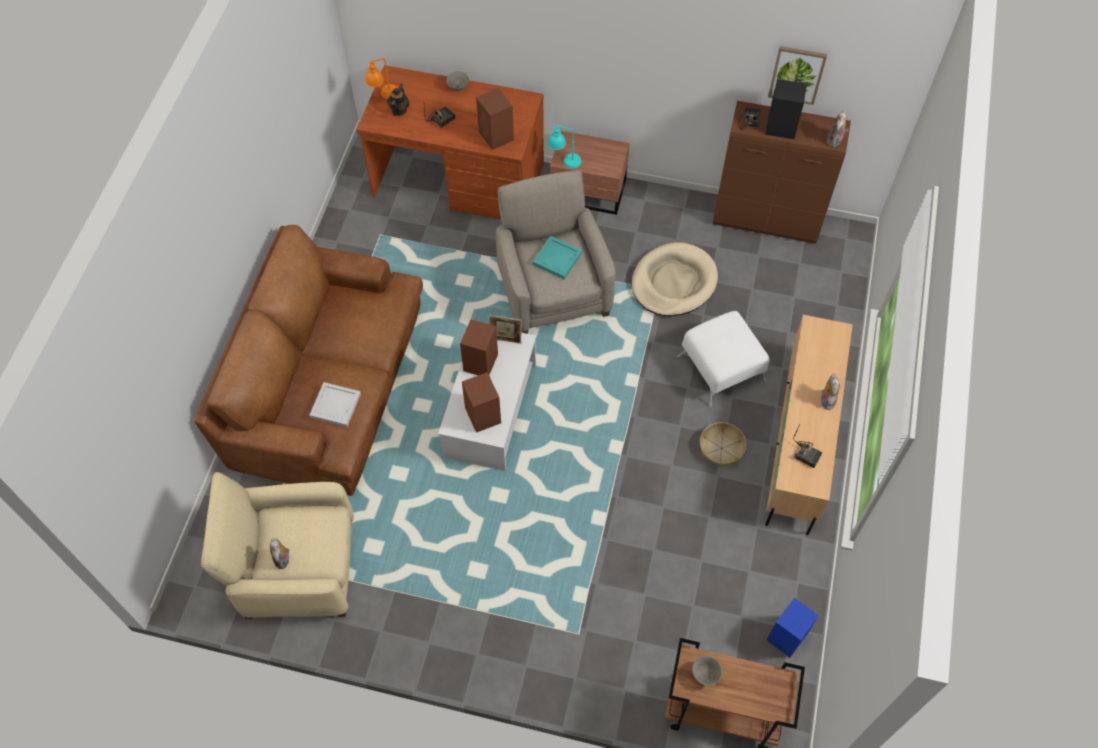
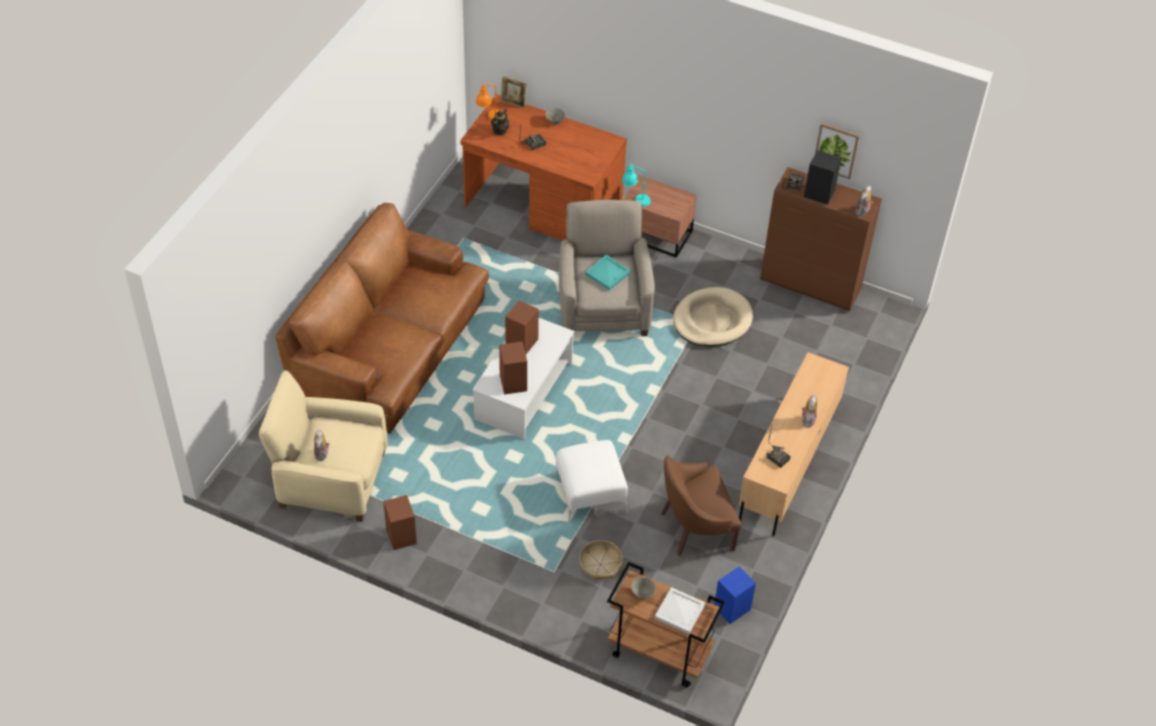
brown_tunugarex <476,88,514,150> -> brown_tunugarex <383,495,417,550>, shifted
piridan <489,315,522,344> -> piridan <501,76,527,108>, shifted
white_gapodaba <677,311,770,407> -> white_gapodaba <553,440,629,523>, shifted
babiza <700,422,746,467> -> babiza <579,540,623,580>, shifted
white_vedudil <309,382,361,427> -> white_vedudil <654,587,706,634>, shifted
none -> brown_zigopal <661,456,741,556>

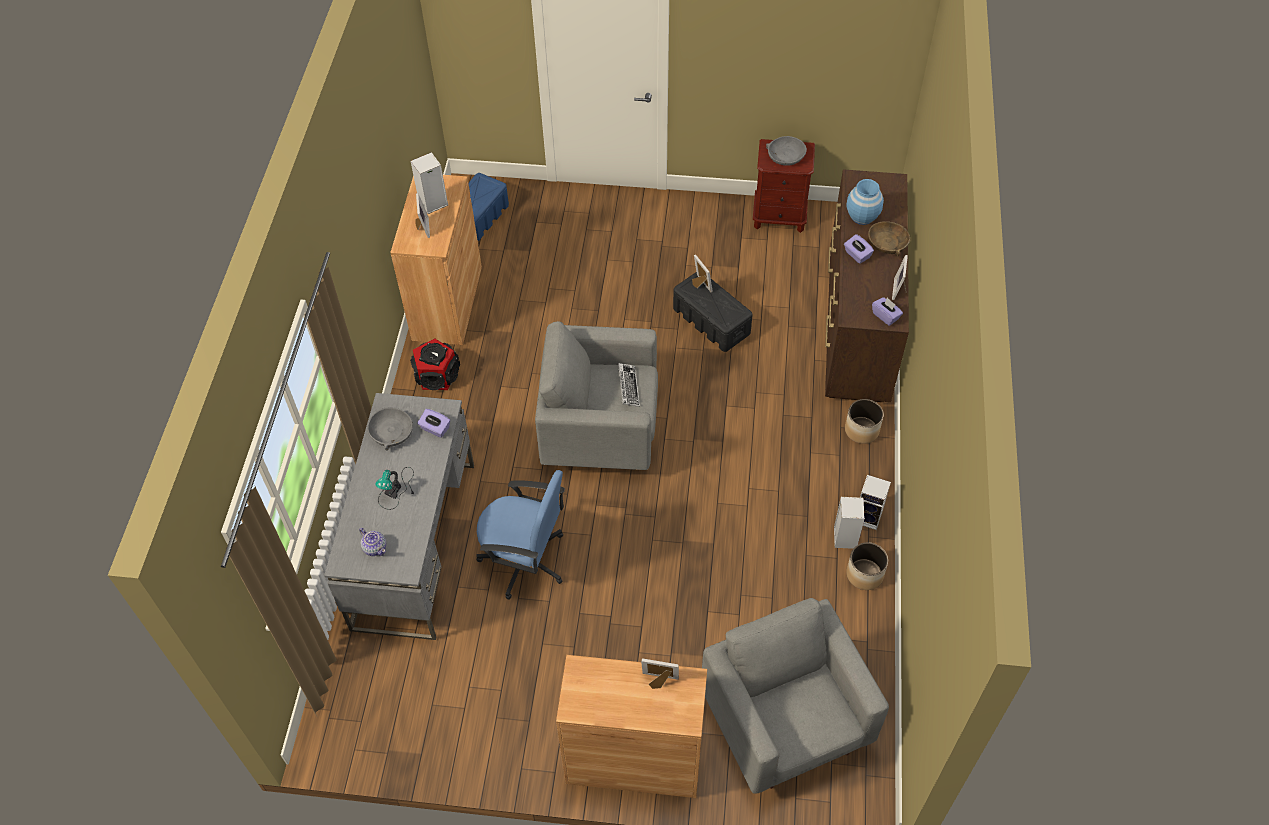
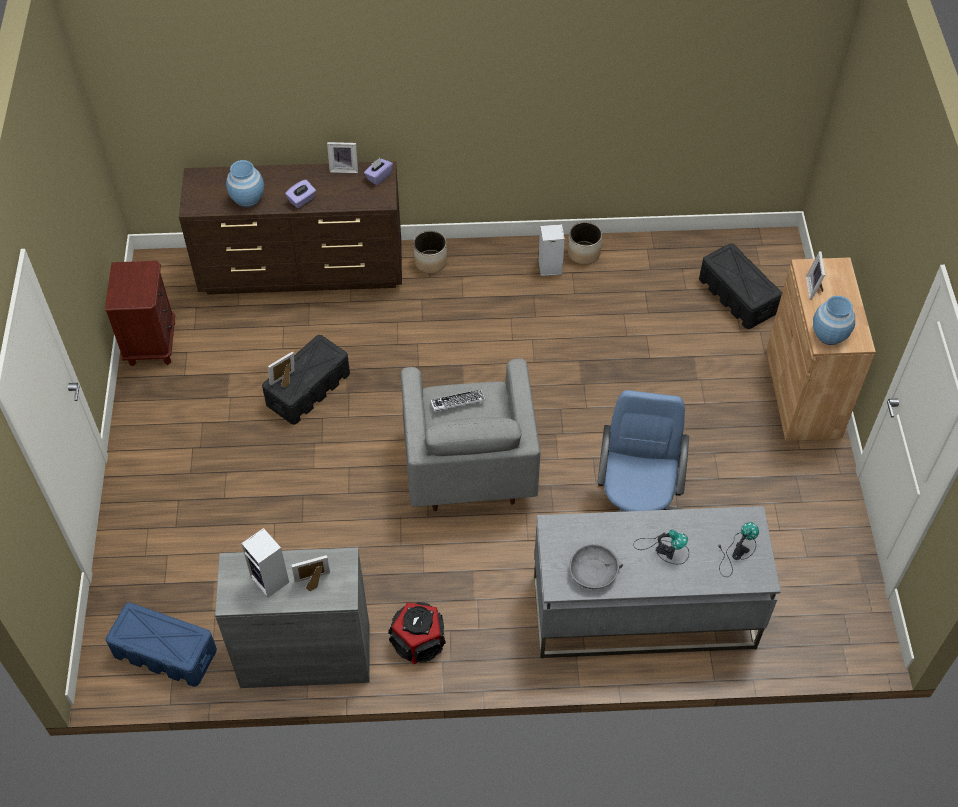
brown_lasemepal <390,175,482,345> -> grey_lasemepal <215,547,369,688>
grey_zigopal <702,598,889,794> -> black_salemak <699,244,782,329>
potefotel <359,528,386,556> -> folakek <718,522,759,577>
none -> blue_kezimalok <813,296,855,345>
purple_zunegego <417,409,450,438> -> none
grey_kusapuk <766,136,807,166> -> none
tunugarex <860,475,891,530> -> none
brown_kusapuk <868,221,910,257> -> none

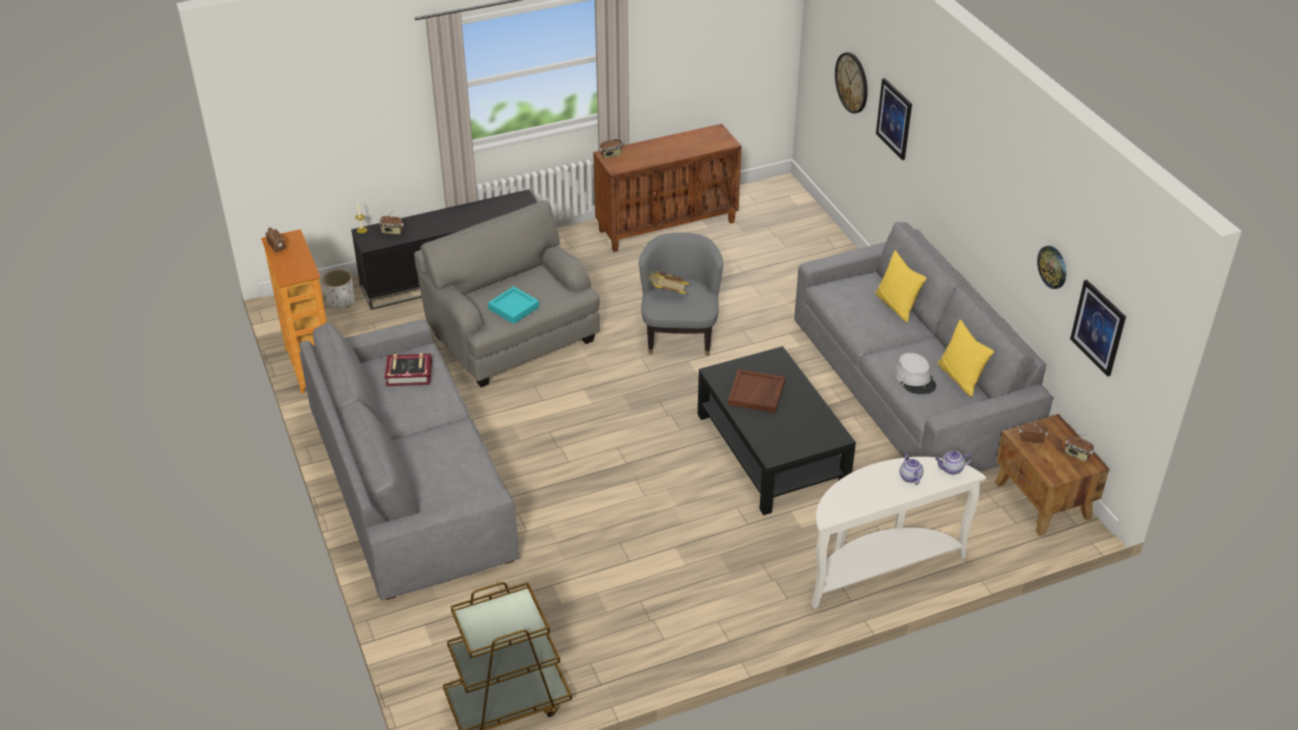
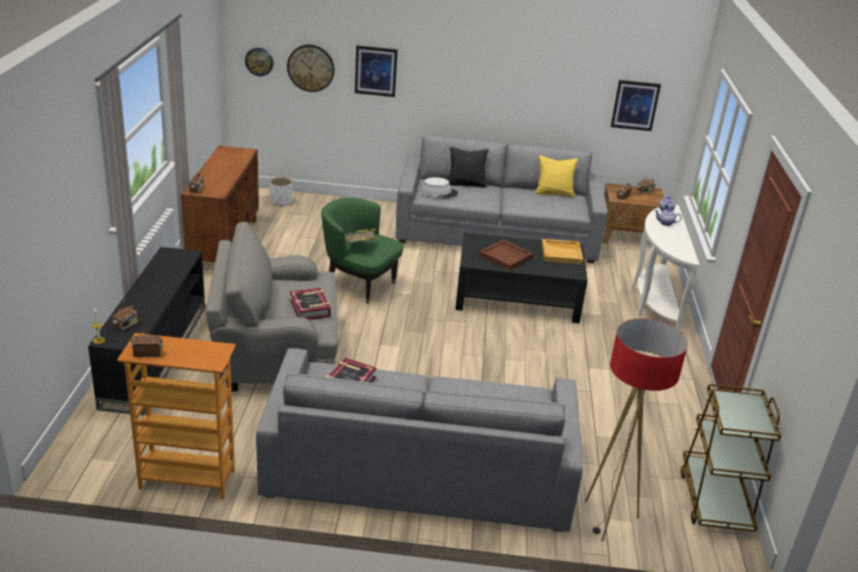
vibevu <1037,246,1066,289> -> vibevu <245,48,274,76>, shifted
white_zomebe <322,269,354,309> -> white_zomebe <270,177,292,207>, shifted
turquoise_vedudil <488,286,539,324> -> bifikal <290,288,331,320>
grey_zigopal <639,232,723,356> -> green_zigopal <321,197,403,304>
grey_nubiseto <894,353,936,394> -> grey_nubiseto <421,177,458,199>, shifted
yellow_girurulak <875,250,927,322> -> black_girurulak <448,147,489,188>
none -> beige_vedudil <542,239,583,264>
none -> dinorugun <585,318,688,541>

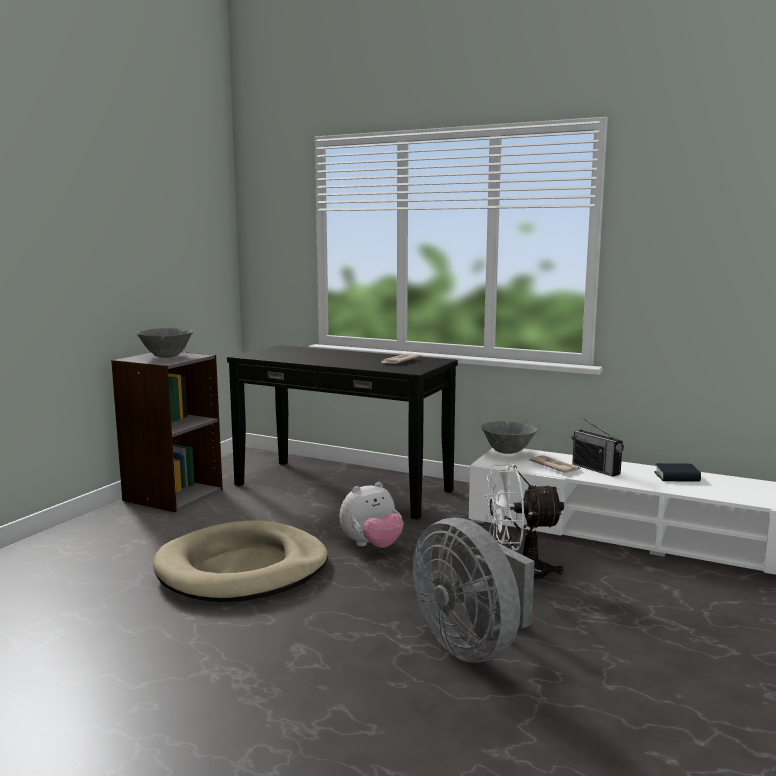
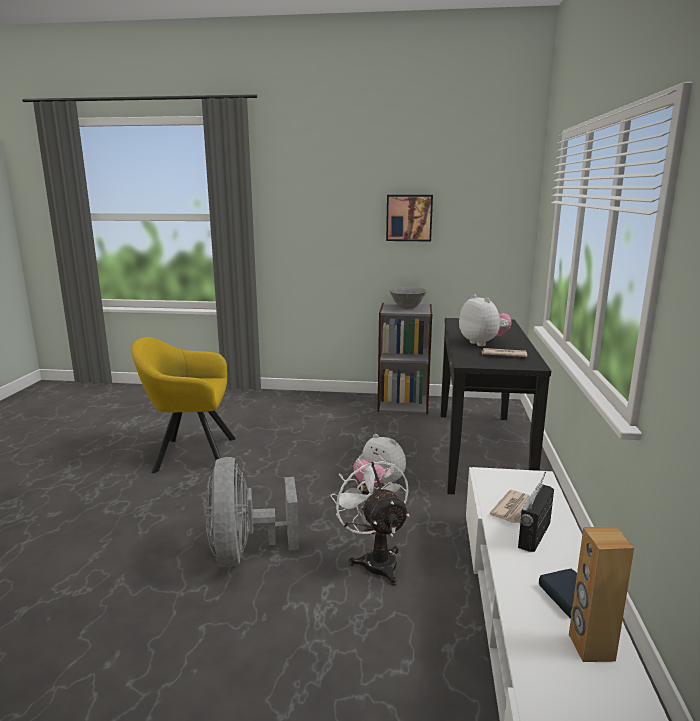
none -> yellow_zigopal <132,337,236,473>
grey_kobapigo <412,518,535,663> -> grey_kobapigo <204,457,299,567>, 45 degrees counterclockwise
none -> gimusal <386,195,433,241>
none -> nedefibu <459,294,511,346>
none -> brown_tunugarex <569,527,634,662>
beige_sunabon <153,521,328,602> -> none
grey_kusapuk <481,421,538,454> -> none

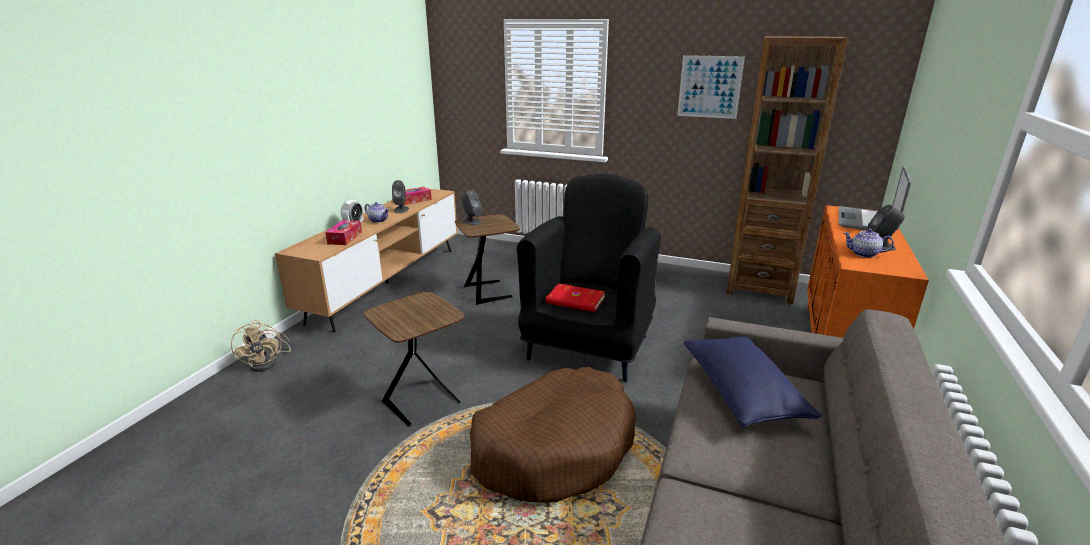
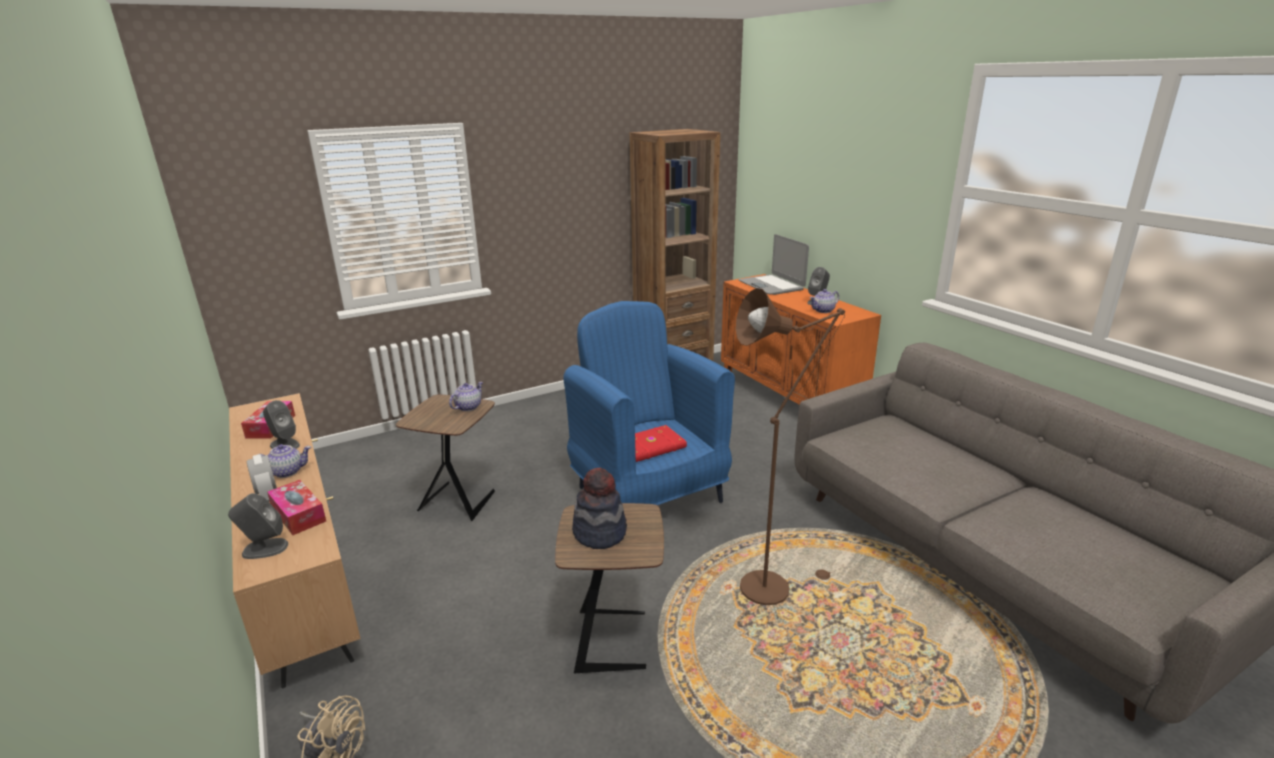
grey_tunugarex <461,190,482,225> -> grey_tunugarex <228,493,288,559>, shifted
none -> potefotel <449,382,483,411>
black_zigopal <517,174,661,382> -> blue_zigopal <563,301,735,505>
none -> nubiseto <572,468,627,549>
brown_sunabon <470,367,636,503> -> brown_dinorugun <736,288,845,605>
gimusal <677,55,745,119> -> none
blue_girurulak <684,336,822,427> -> none

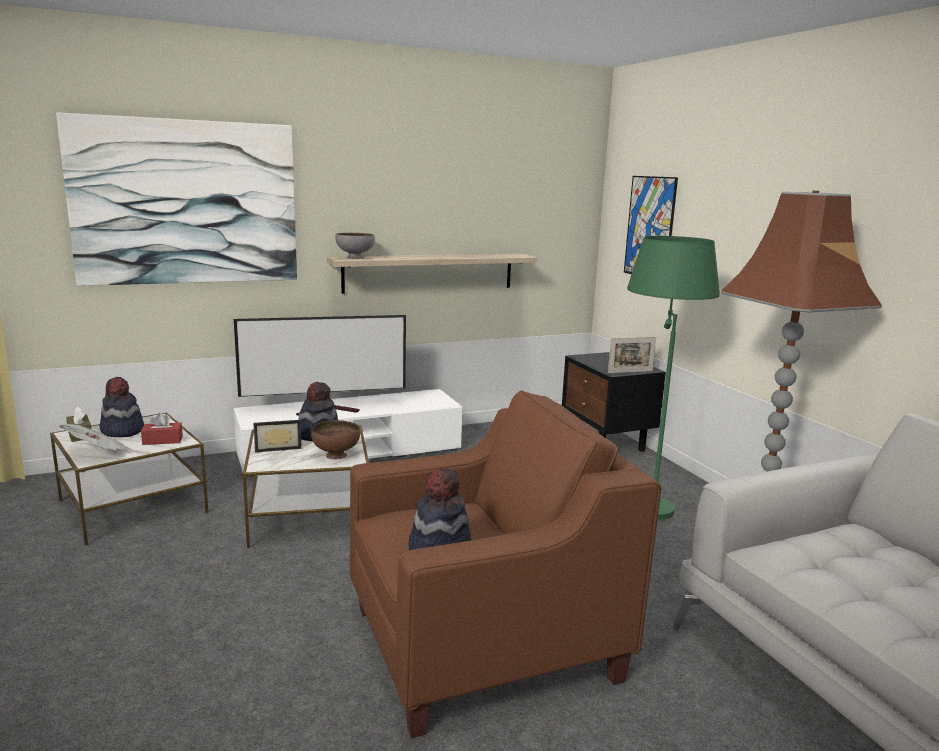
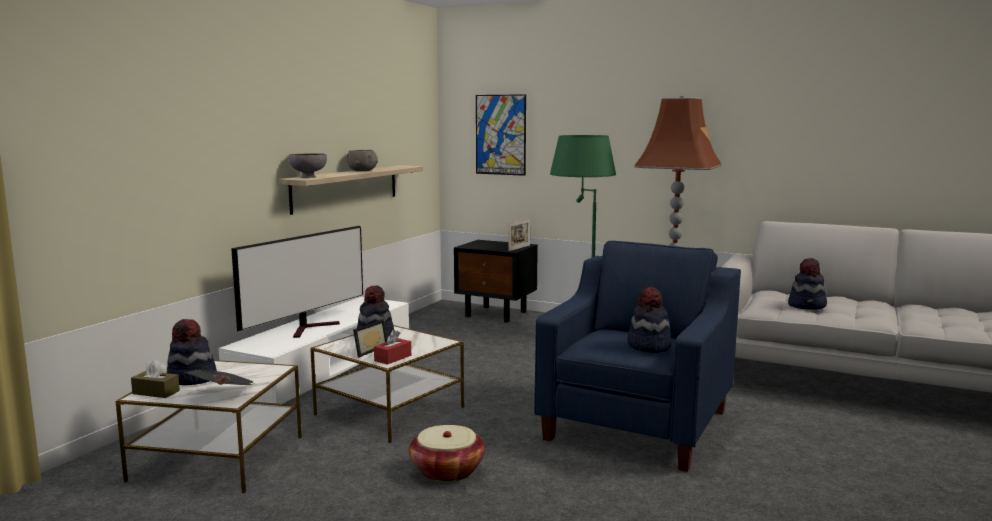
none -> grey_kusapuk <346,150,378,171>
red_zunegego <141,413,183,445> -> red_zunegego <374,330,411,365>, shifted
none -> babiza <409,425,485,482>
brown_zigopal <350,390,661,738> -> blue_zigopal <534,241,741,472>
none -> nubiseto <788,258,827,310>
gimusal <56,112,297,286> -> none
brown_kusapuk <311,420,360,459> -> none

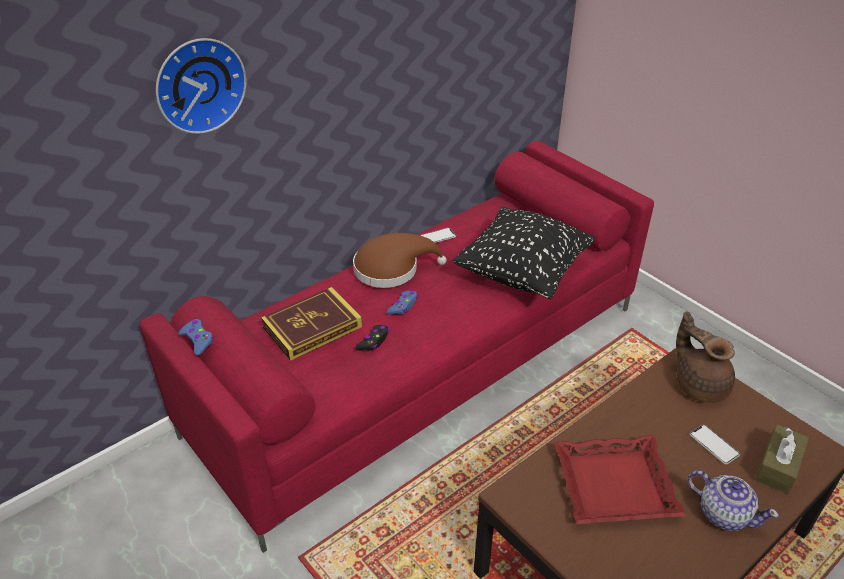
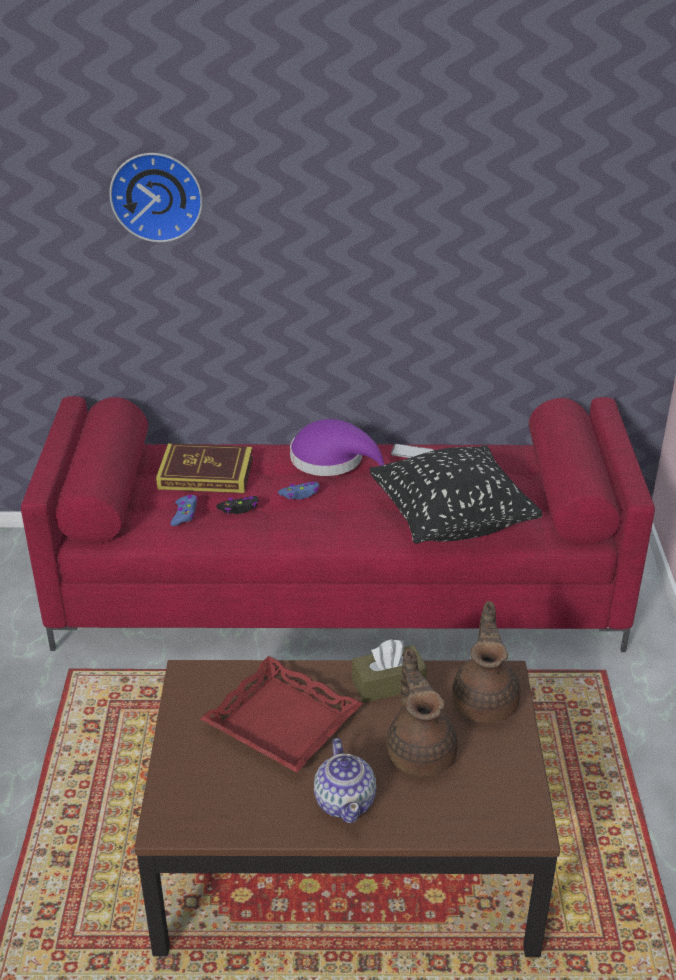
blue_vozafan <179,319,214,355> -> blue_vozafan <171,495,197,526>, shifted
brown_nubiseto <353,233,447,288> -> purple_nubiseto <290,419,384,476>
brown_zunegego <755,425,809,494> -> brown_zunegego <352,639,427,703>, shifted
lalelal <690,425,740,465> -> brown_potefotel <386,649,458,777>

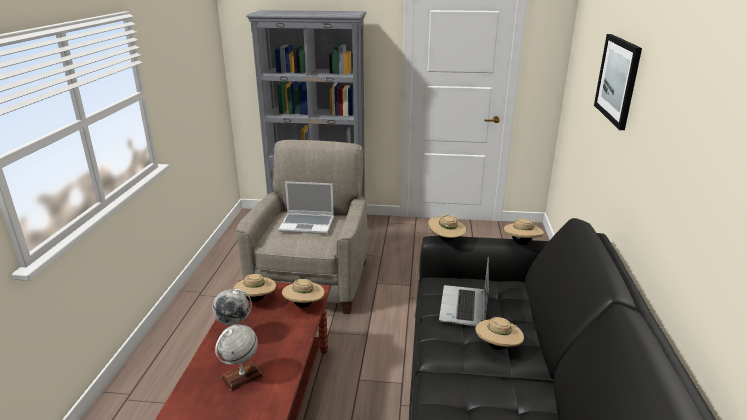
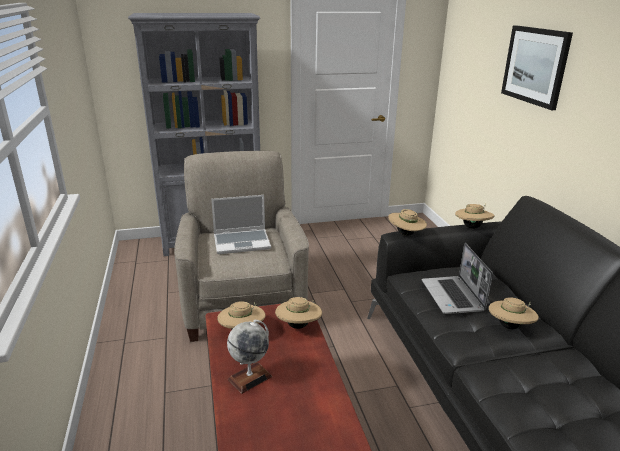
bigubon <215,324,263,392> -> none

